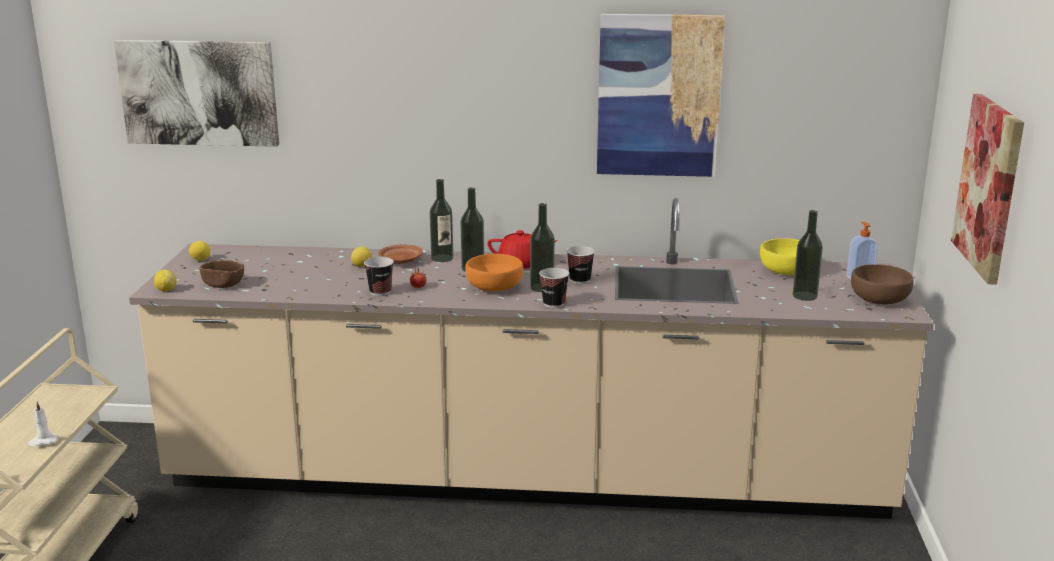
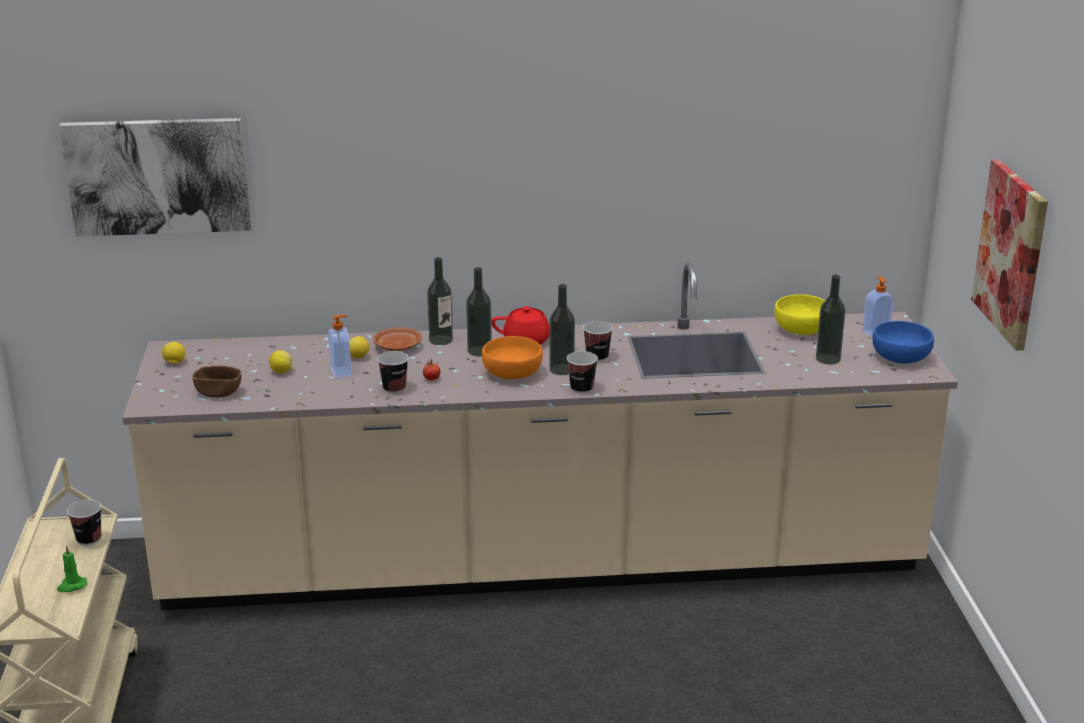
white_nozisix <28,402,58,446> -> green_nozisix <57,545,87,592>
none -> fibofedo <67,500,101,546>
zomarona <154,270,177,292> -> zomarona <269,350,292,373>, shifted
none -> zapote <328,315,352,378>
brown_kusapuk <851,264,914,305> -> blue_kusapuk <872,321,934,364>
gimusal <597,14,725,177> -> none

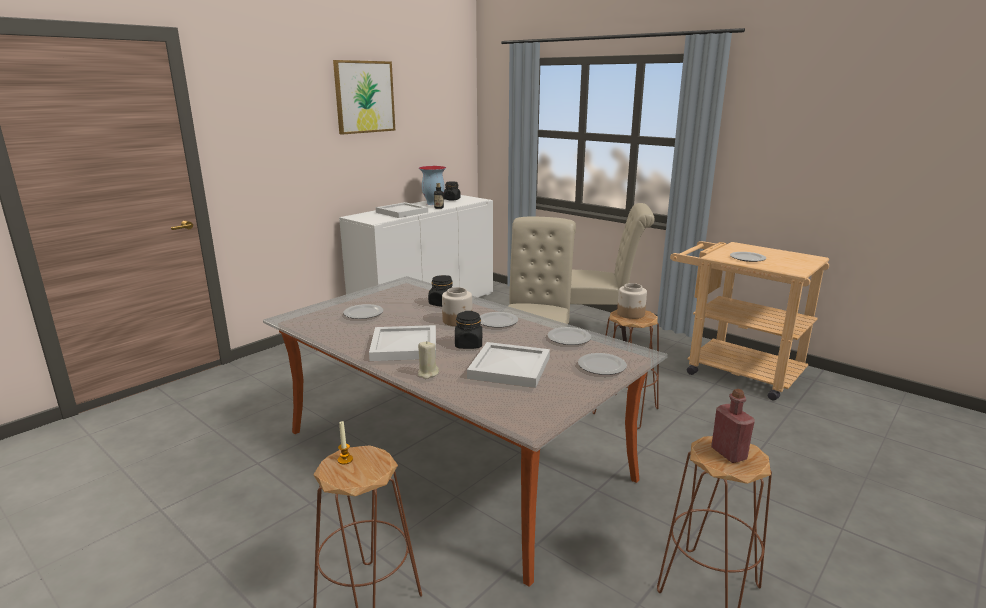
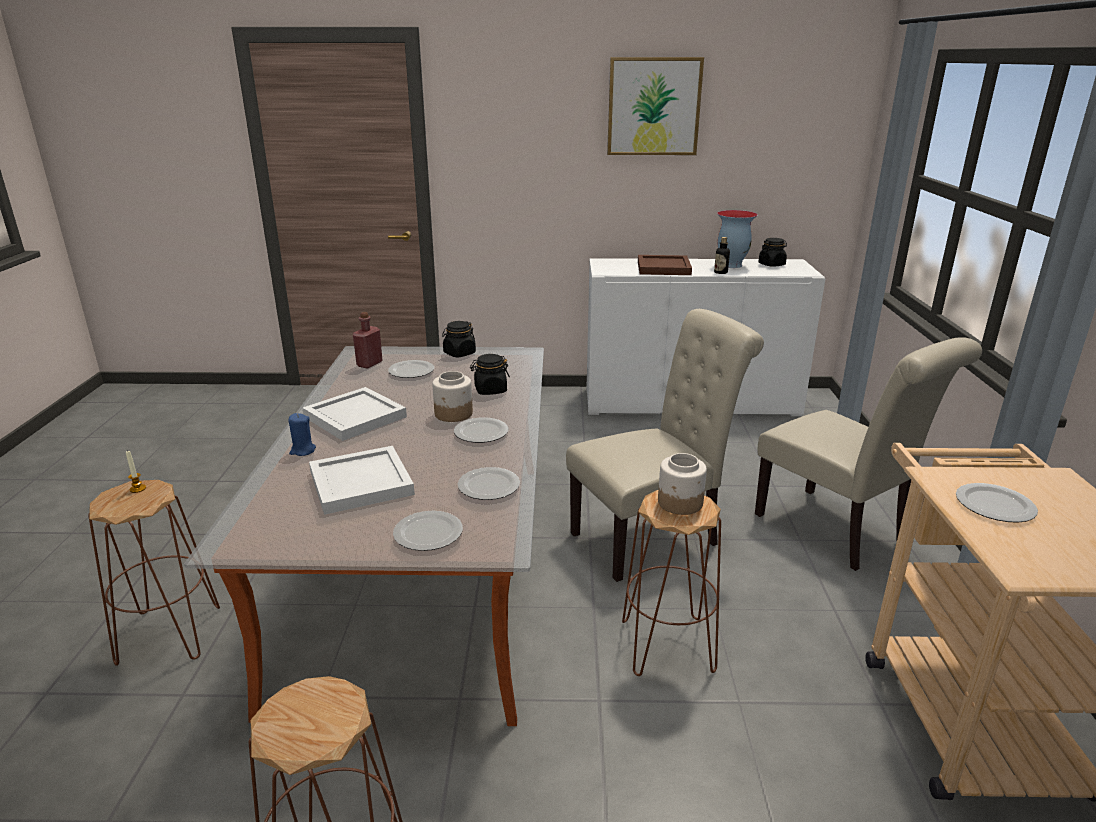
beige_nozisix <418,341,439,379> -> blue_nozisix <288,413,316,456>
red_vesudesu <711,389,755,463> -> red_vesudesu <353,312,383,369>, shifted
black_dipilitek <455,311,482,349> -> black_dipilitek <442,321,476,357>, shifted
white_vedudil <376,202,428,218> -> brown_vedudil <638,255,692,275>

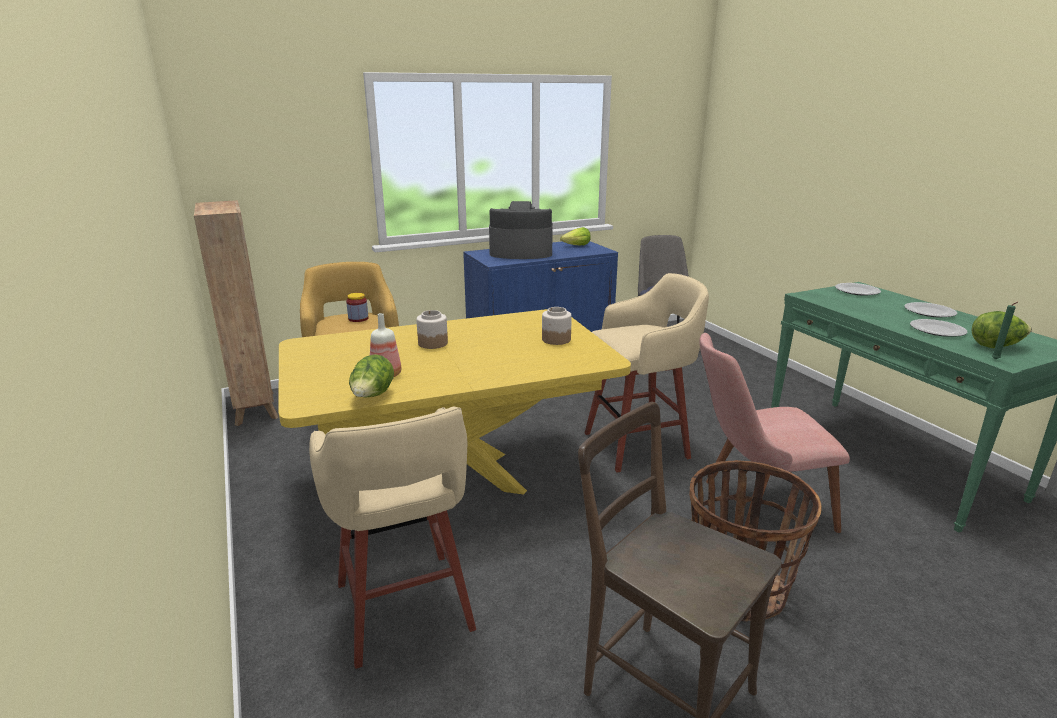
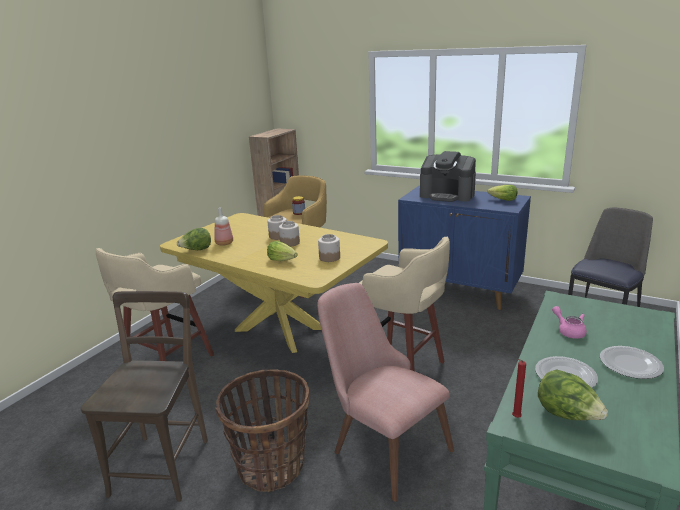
none -> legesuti <267,241,297,261>
none -> dipilitek <279,221,300,247>
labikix <489,201,553,259> -> labikix <420,151,476,202>, 150 degrees clockwise
green_nozisix <991,302,1018,359> -> red_nozisix <512,359,526,418>
none -> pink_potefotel <552,306,587,339>
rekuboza <835,283,881,296> -> none

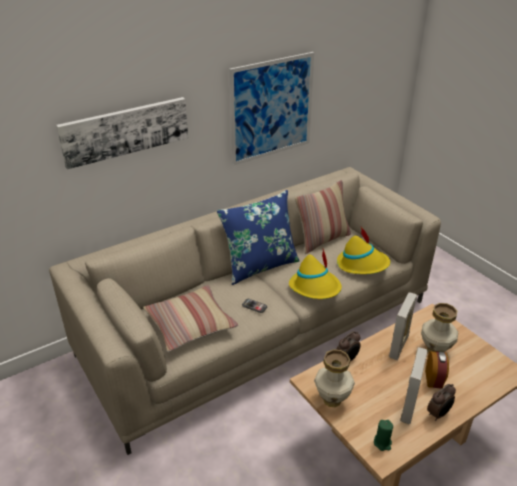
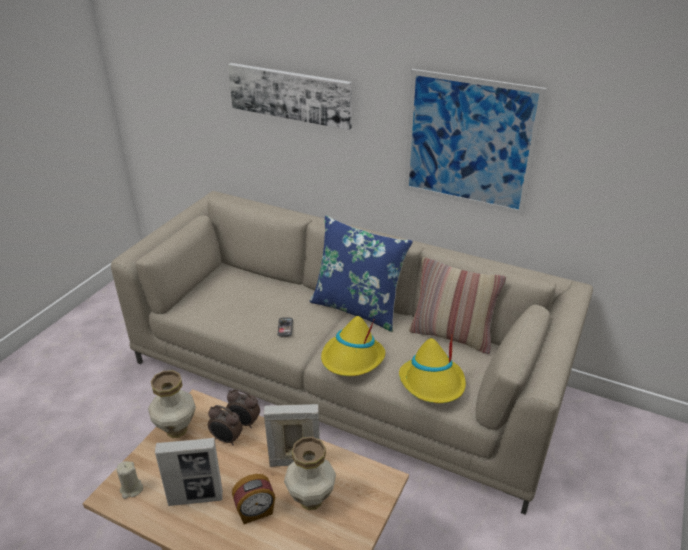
green_nozisix <374,420,393,451> -> beige_nozisix <117,461,143,499>
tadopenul <427,384,456,421> -> tadopenul <208,405,243,446>, shifted
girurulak <143,285,238,352> -> none

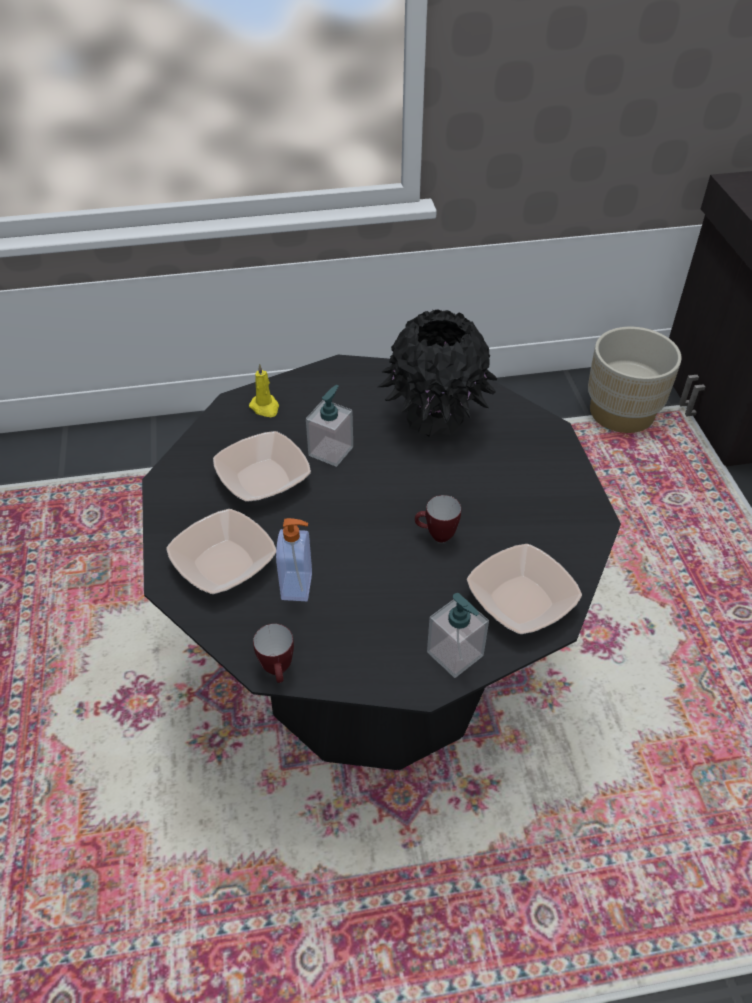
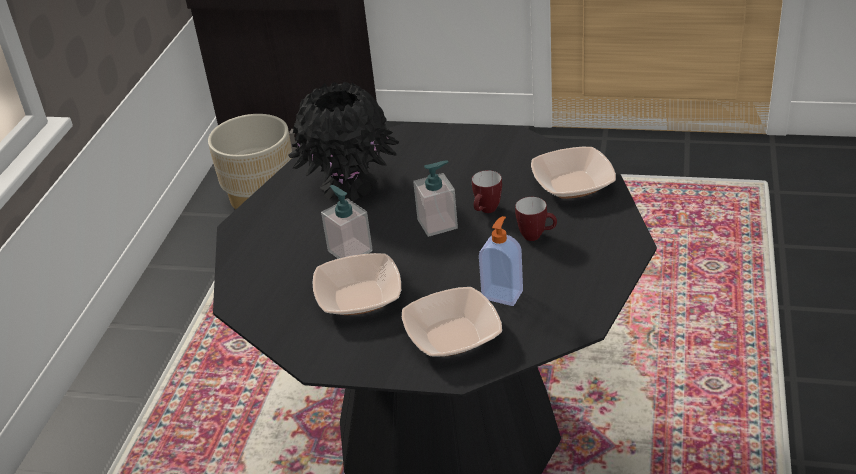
zapote <427,593,489,678> -> zapote <413,161,458,237>, shifted
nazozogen <253,624,294,683> -> nazozogen <515,197,557,241>, shifted
yellow_nozisix <249,363,279,417> -> none

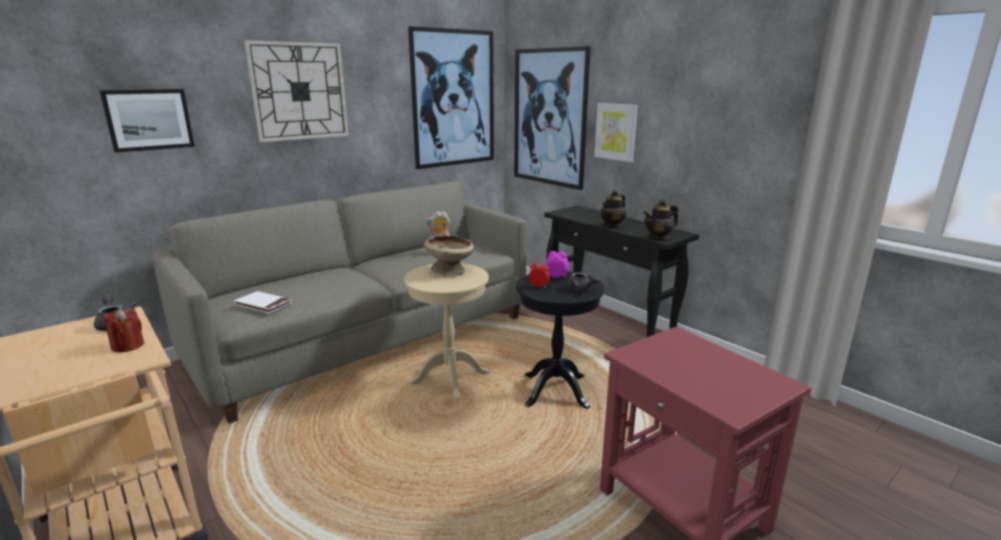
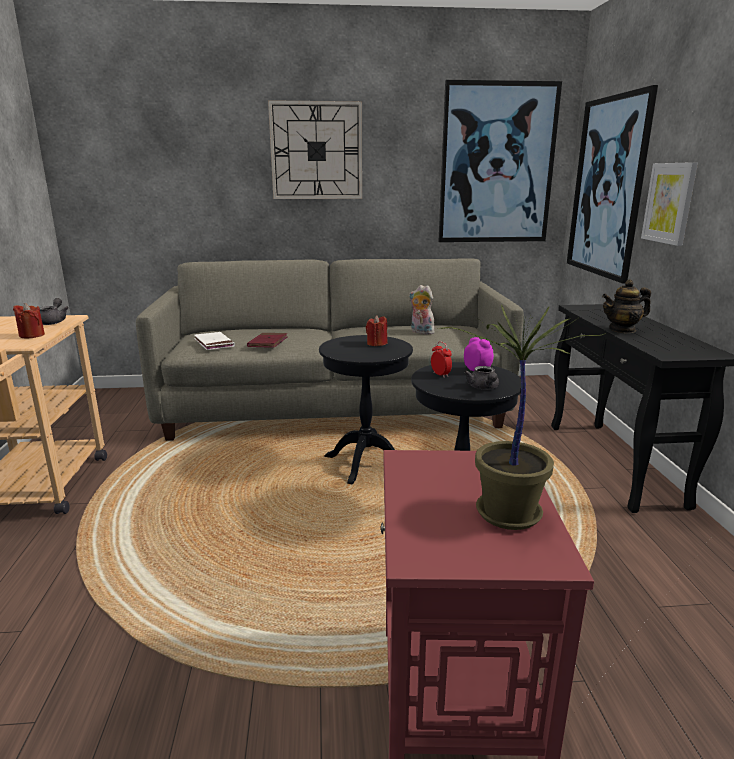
none -> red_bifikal <247,333,287,348>
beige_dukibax <404,263,490,400> -> black_dukibax <319,335,413,484>
beige_kusapuk <424,235,474,276> -> red_nozisix <366,316,387,346>
none -> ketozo <438,305,606,530>
gimusal <100,89,195,153> -> none
potefotel <644,199,678,241> -> none

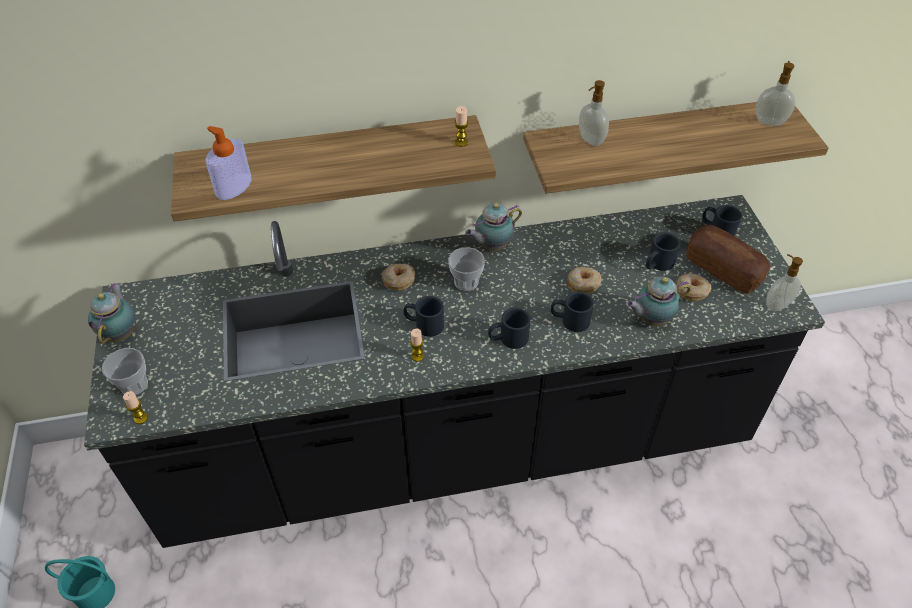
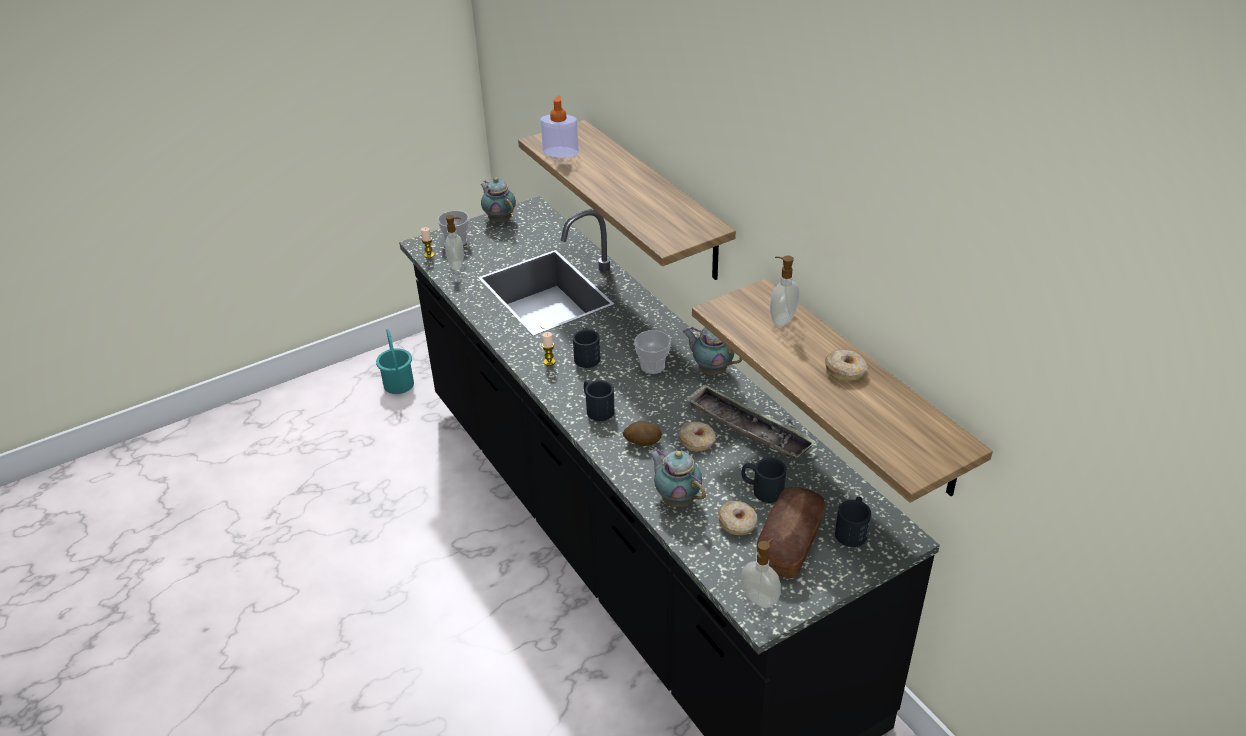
zapote <755,61,795,126> -> zapote <445,215,464,270>, shifted
potefotel <88,283,135,344> -> potefotel <480,177,516,222>, 105 degrees counterclockwise
black_nazozogen <551,292,594,332> -> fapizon <623,421,662,446>
none -> vedudil <685,384,816,458>
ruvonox <382,264,416,290> -> ruvonox <825,349,868,381>, shifted
nozisix <455,106,468,147> -> none

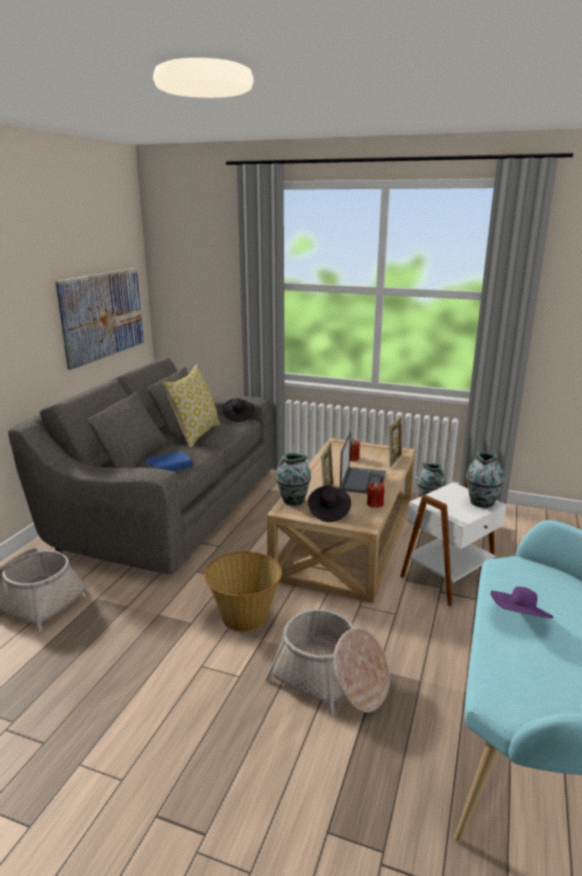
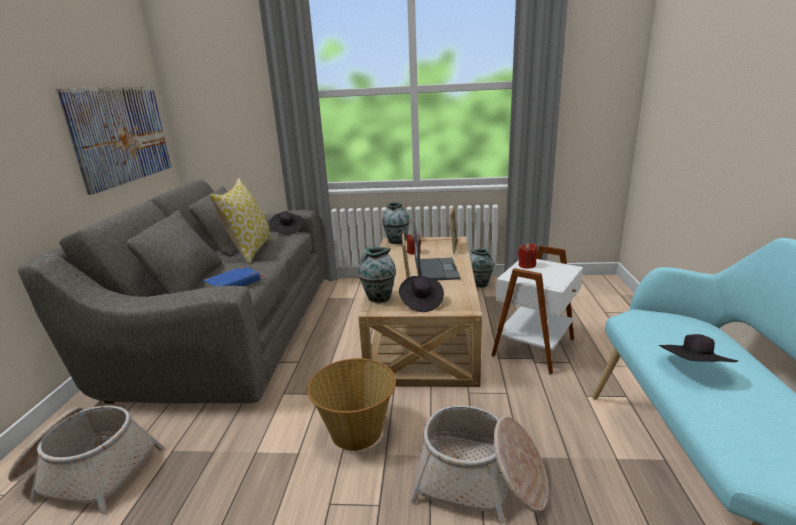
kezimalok <466,452,504,508> -> kezimalok <382,202,410,244>, shifted
red_nozisix <367,482,384,508> -> red_nozisix <518,243,537,269>, shifted
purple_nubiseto <491,587,554,618> -> black_nubiseto <658,334,738,362>

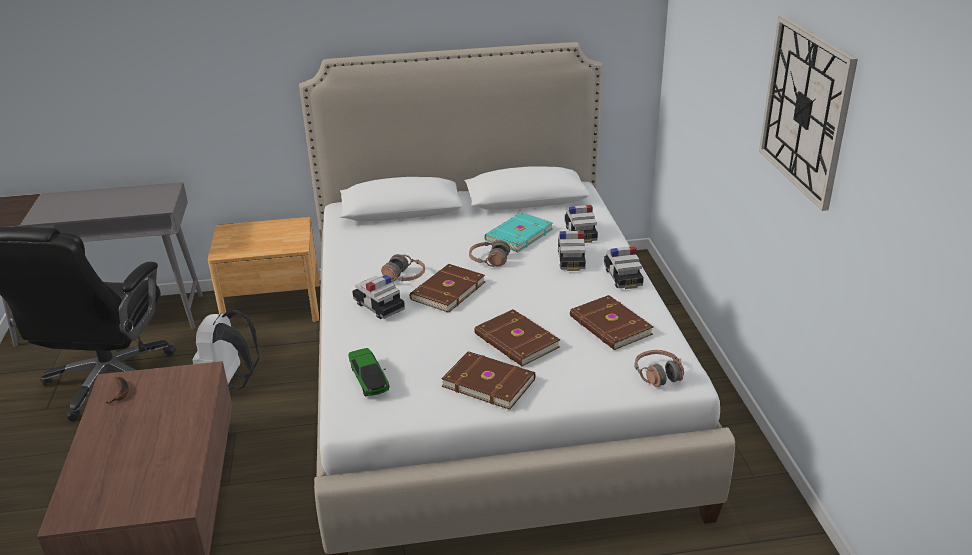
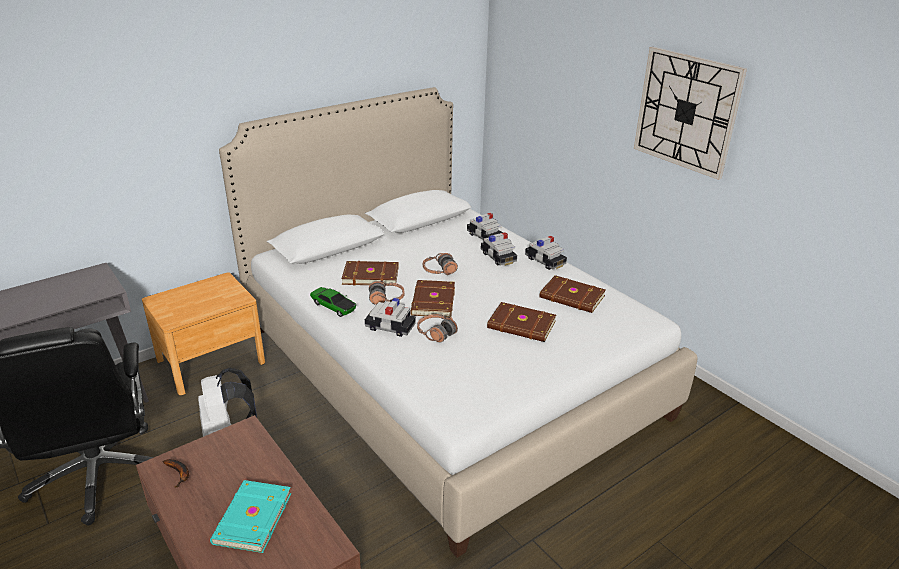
turquoise_bifikal <484,212,553,252> -> turquoise_bifikal <210,480,291,553>, shifted
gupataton <348,348,390,396> -> gupataton <310,287,356,317>, shifted
brown_bifikal <441,351,536,410> -> brown_bifikal <341,261,399,286>, shifted
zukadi <635,350,684,387> -> zukadi <417,314,458,342>, shifted

